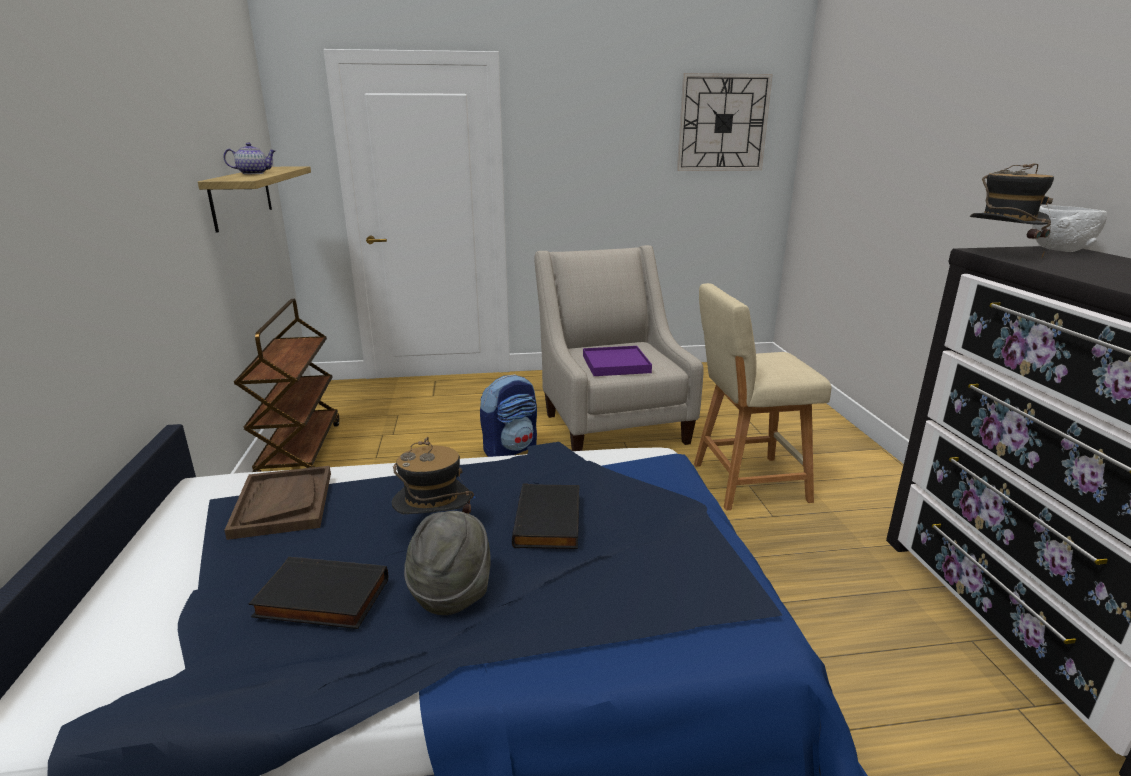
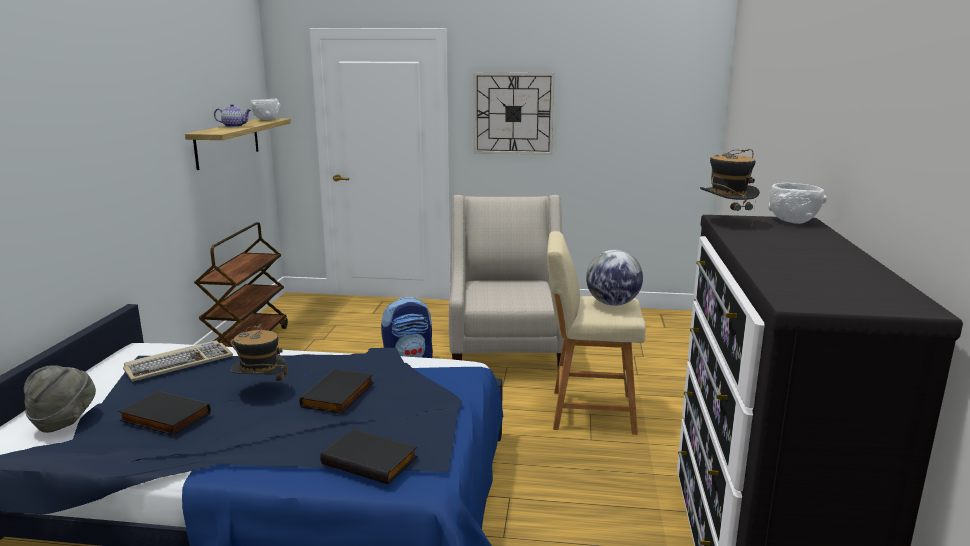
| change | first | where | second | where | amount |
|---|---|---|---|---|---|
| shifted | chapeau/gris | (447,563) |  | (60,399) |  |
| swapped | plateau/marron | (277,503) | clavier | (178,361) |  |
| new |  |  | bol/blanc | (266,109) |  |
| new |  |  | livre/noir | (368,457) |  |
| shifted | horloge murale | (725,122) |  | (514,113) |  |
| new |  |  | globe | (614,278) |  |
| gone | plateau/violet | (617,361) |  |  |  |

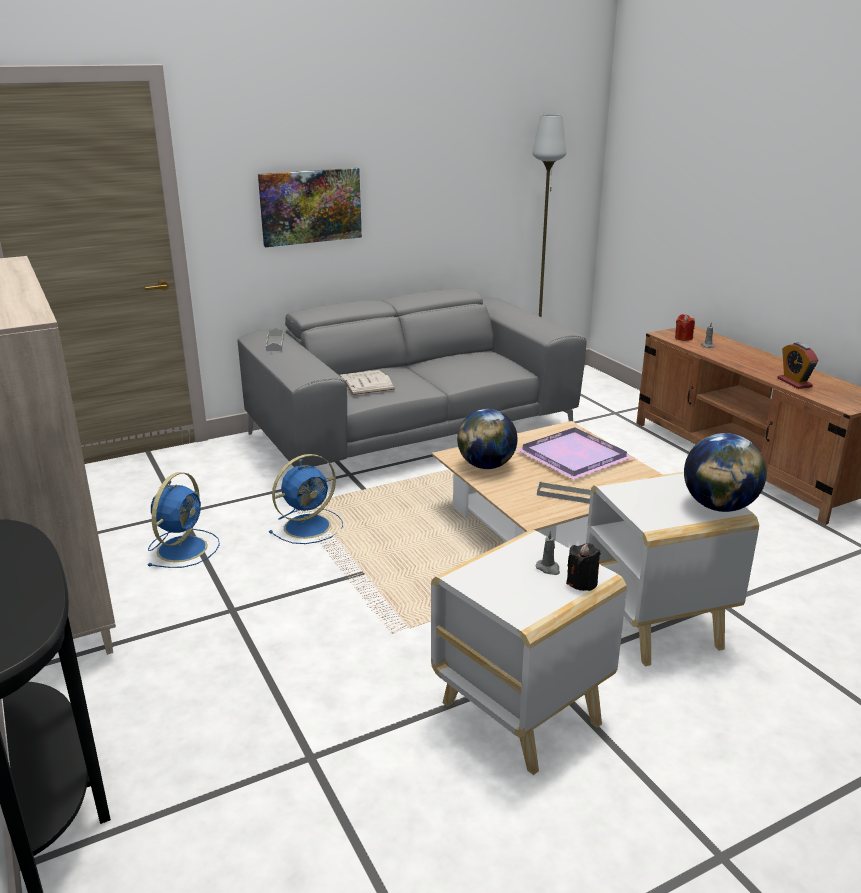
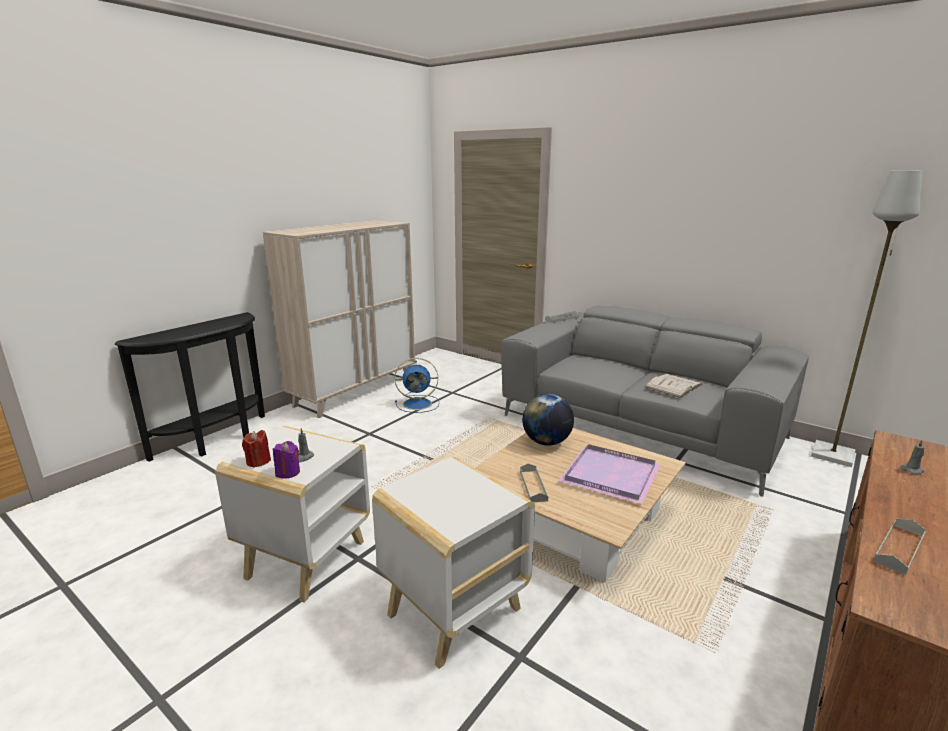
| change | first | where | second | where | amount |
|---|---|---|---|---|---|
| shifted | bougie/rouge | (685,327) |  | (256,449) |  |
| repainted | bougie/noir | (583,567) | bougie/violet | (286,460) |  |
| shifted | livre/blanc | (367,382) |  | (673,386) |  |
| swapped | réveil | (797,365) | plateau/gris | (899,547) |  |
| gone | tableau | (310,207) |  |  |  |
| gone | ventilateur/bleu | (306,499) |  |  |  |
| gone | globe | (725,472) |  |  |  |

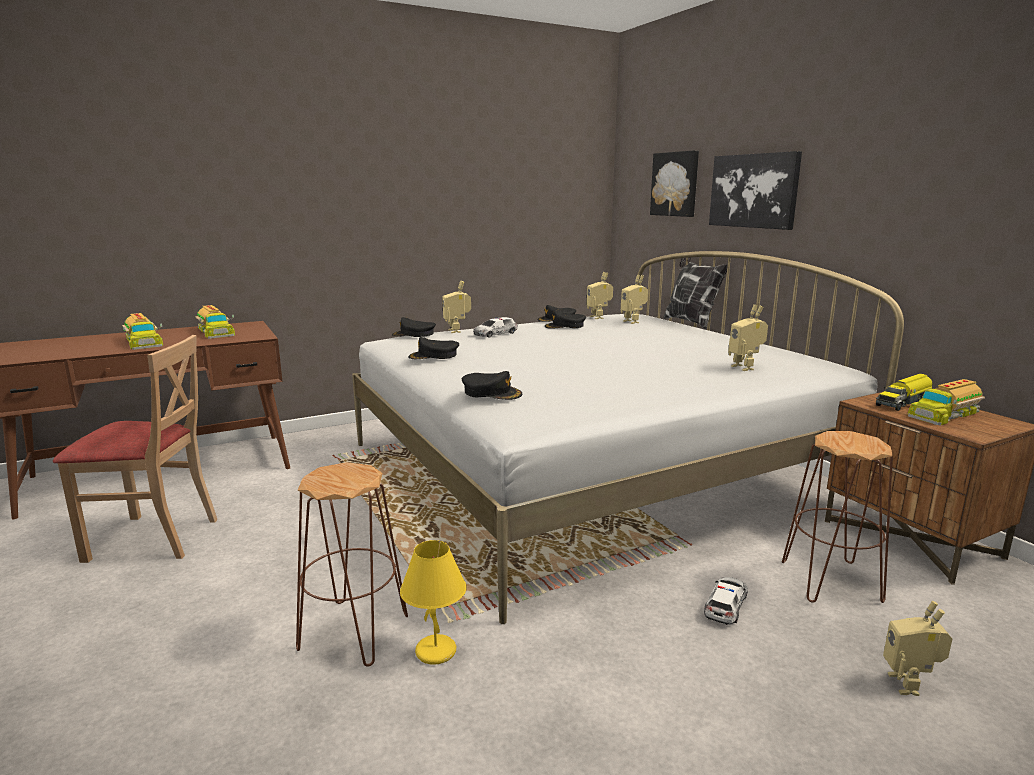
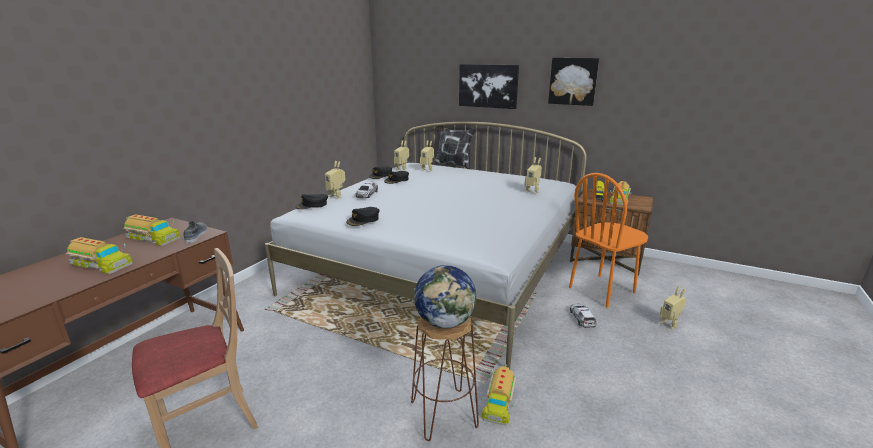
| change | first | where | second | where | amount |
|---|---|---|---|---|---|
| new |  |  | chaussure/gris | (195,232) |  |
| new |  |  | globe | (445,297) |  |
| swapped | lampe de table/jaune | (433,602) | camion jouet | (498,395) |  |
| shifted | tableau | (674,183) |  | (573,82) |  |
| swapped | tabouret/marron | (837,517) | chaise/orange | (608,240) |  |
| gone | casquette/noir | (492,385) |  |  |  |

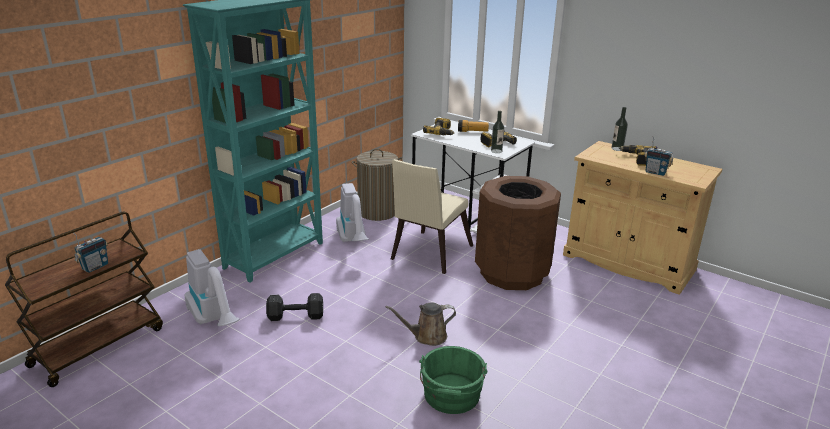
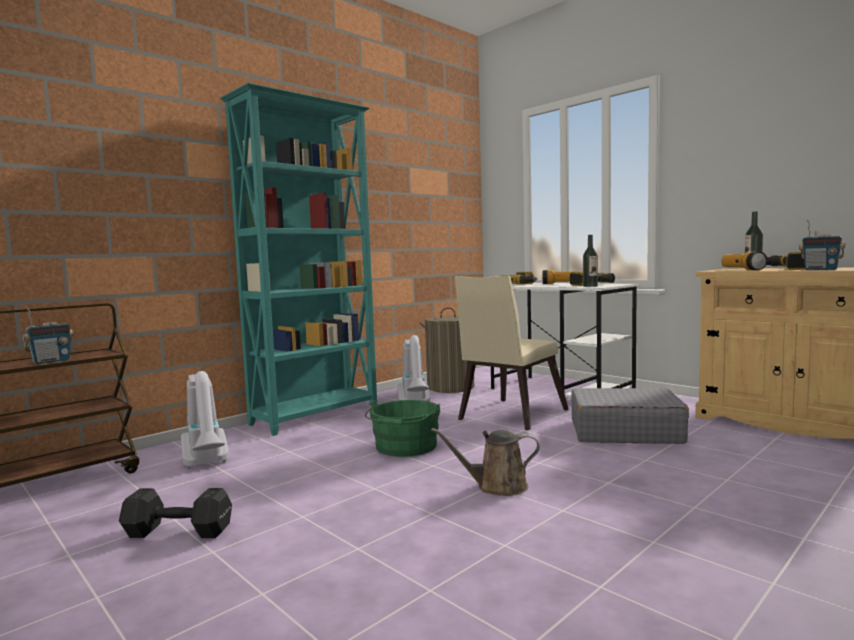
| change | first | where | second | where | amount |
|---|---|---|---|---|---|
| shifted | haltère/noir | (294,307) |  | (175,513) |  |
| shifted | seau/vert | (453,380) |  | (402,428) |  |
| swapped | poubelle/marron | (518,233) | valise/gris | (630,416) |  |
| new |  |  | lampe de poche | (744,261) |  |

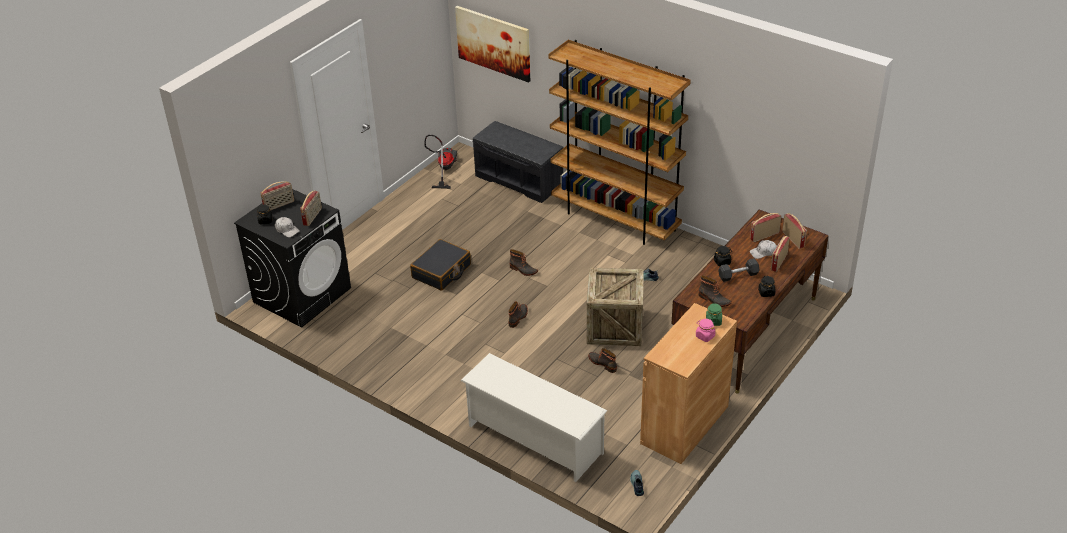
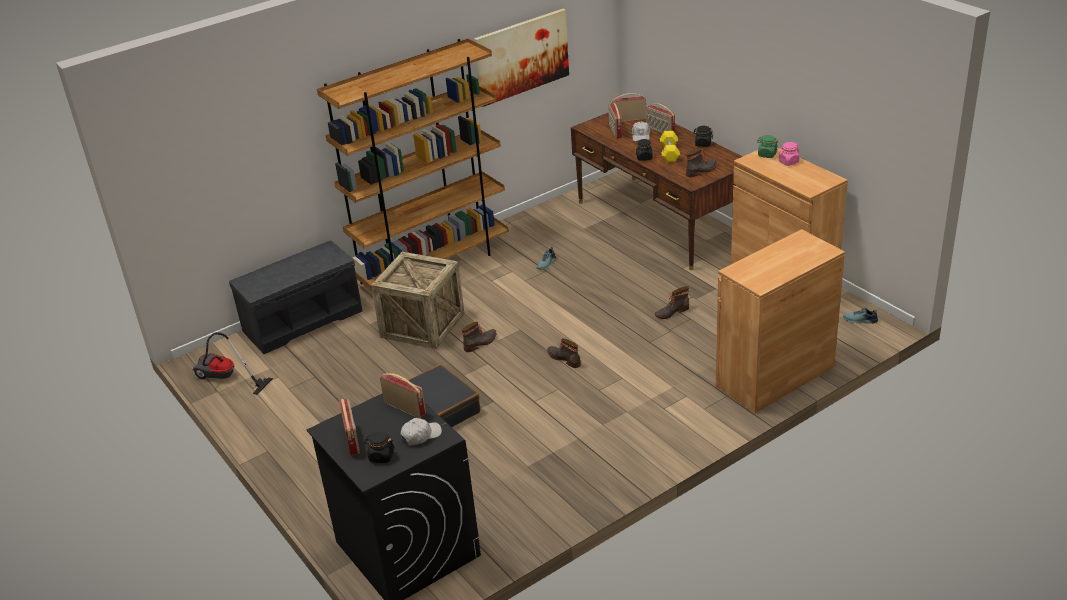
| change | first | where | second | where | amount |
|---|---|---|---|---|---|
| shifted | caisse | (615,307) |  | (418,300) |  |
| shifted | tableau | (492,44) |  | (521,58) |  |
| repainted | haltère/gris | (738,270) | haltère/jaune | (670,146) |  |
| swapped | étagère à chaussures/blanc | (533,417) | meuble de rangement/marron | (780,321) |  |

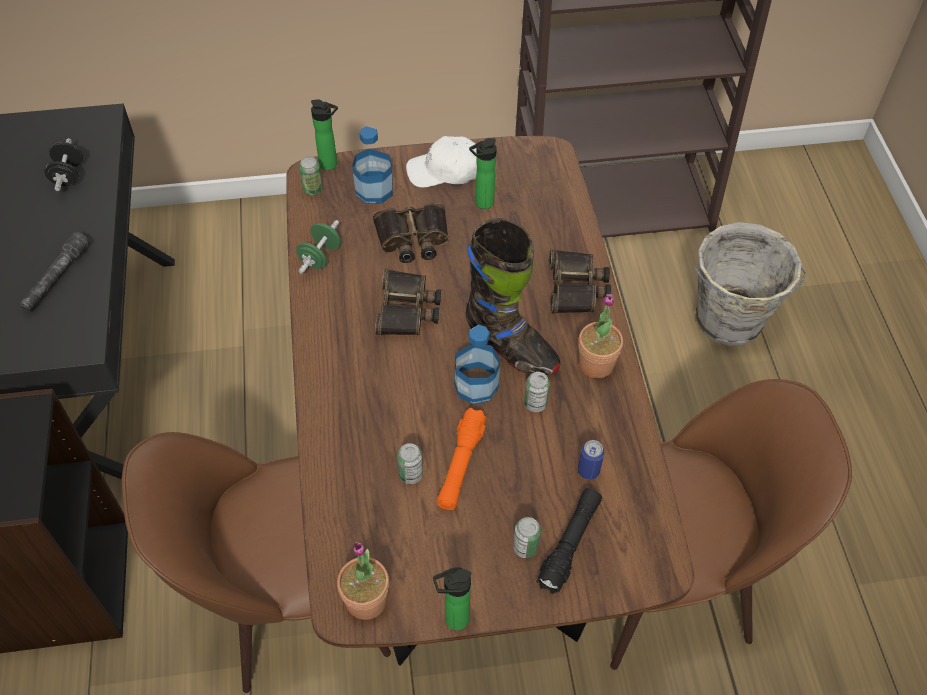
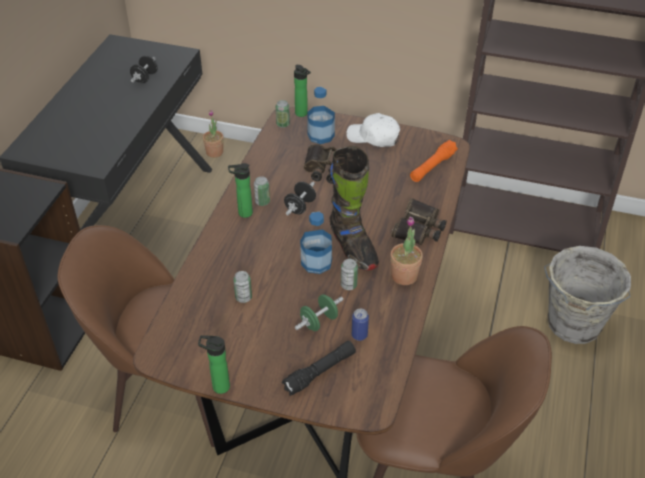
| change | first | where | second | where | amount |
|---|---|---|---|---|---|
| shifted | plante en pot | (363,581) |  | (213,134) |  |
| shifted | bouteille | (483,173) |  | (240,190) |  |
| shifted | boîte métallique | (527,537) |  | (262,191) |  |
| swapped | jumelles | (408,302) | haltère/noir | (300,198) |  |
| shifted | haltère/vert | (318,247) |  | (319,312) |  |
| shifted | lampe de poche/orange | (461,459) |  | (434,161) |  |
| gone | lampe de poche/gris | (54,272) |  |  |  |

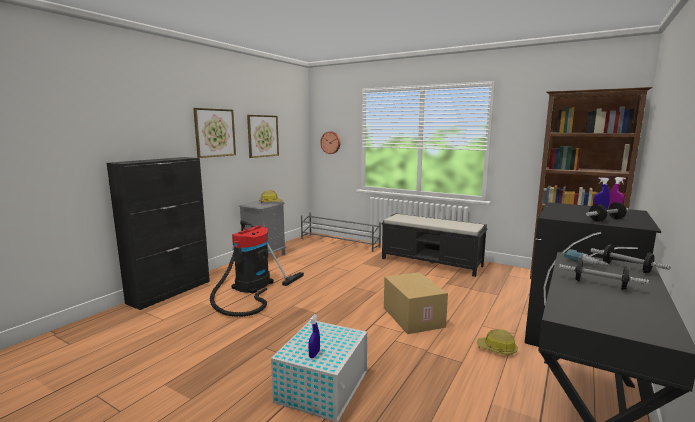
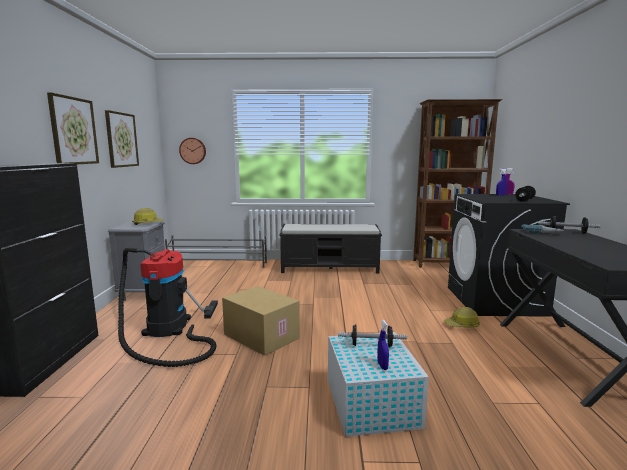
| change | first | where | second | where | amount |
|---|---|---|---|---|---|
| shifted | carton | (416,303) |  | (261,321) |  |
| shifted | haltère | (604,274) |  | (372,336) |  |

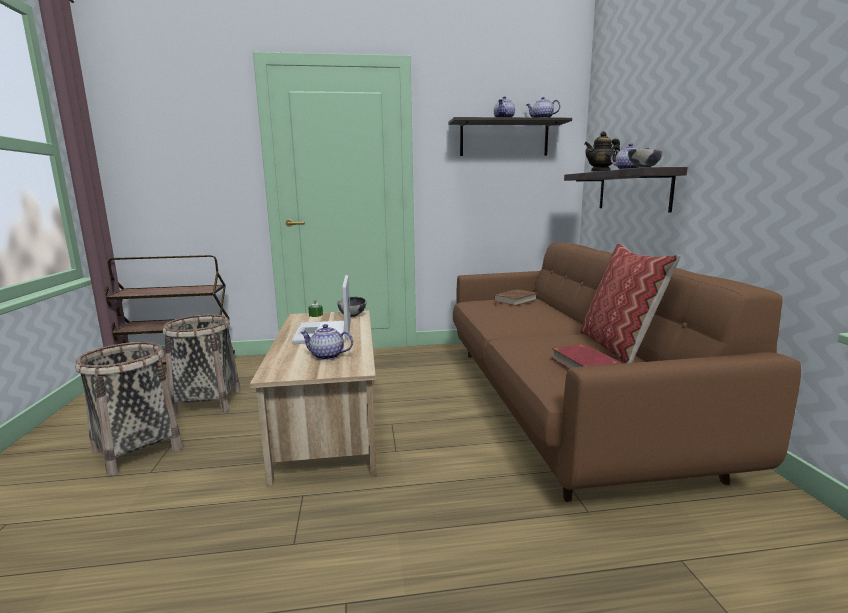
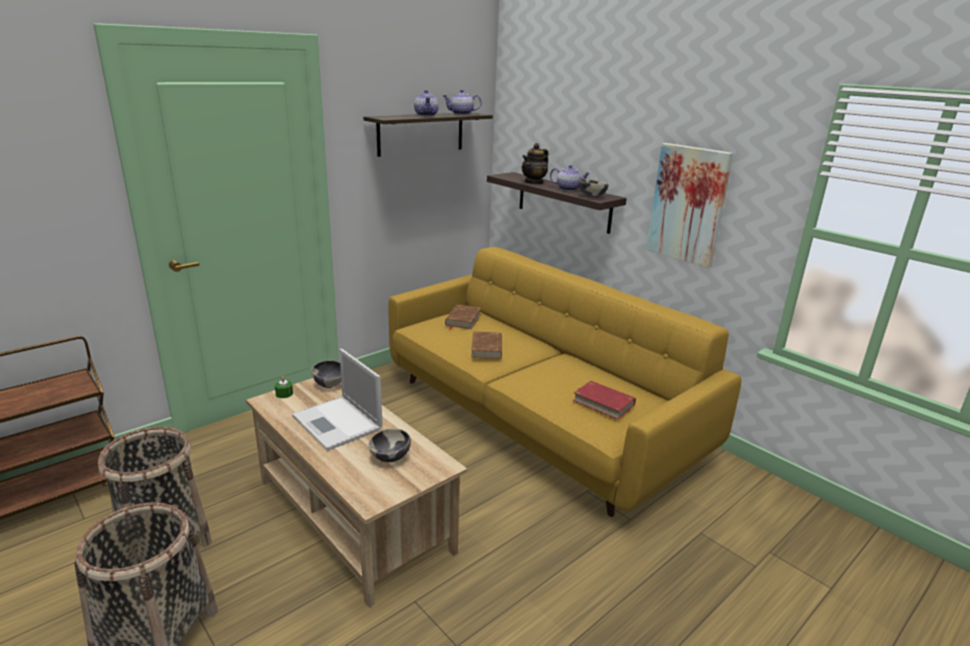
| change | first | where | second | where | amount |
|---|---|---|---|---|---|
| swapped | théière | (326,342) | bol | (389,445) |  |
| repainted | canapé/marron | (627,372) | canapé/jaune | (564,382) |  |
| new |  |  | livre/marron | (486,345) |  |
| new |  |  | tableau | (689,205) |  |
| gone | coussin | (630,303) |  |  |  |

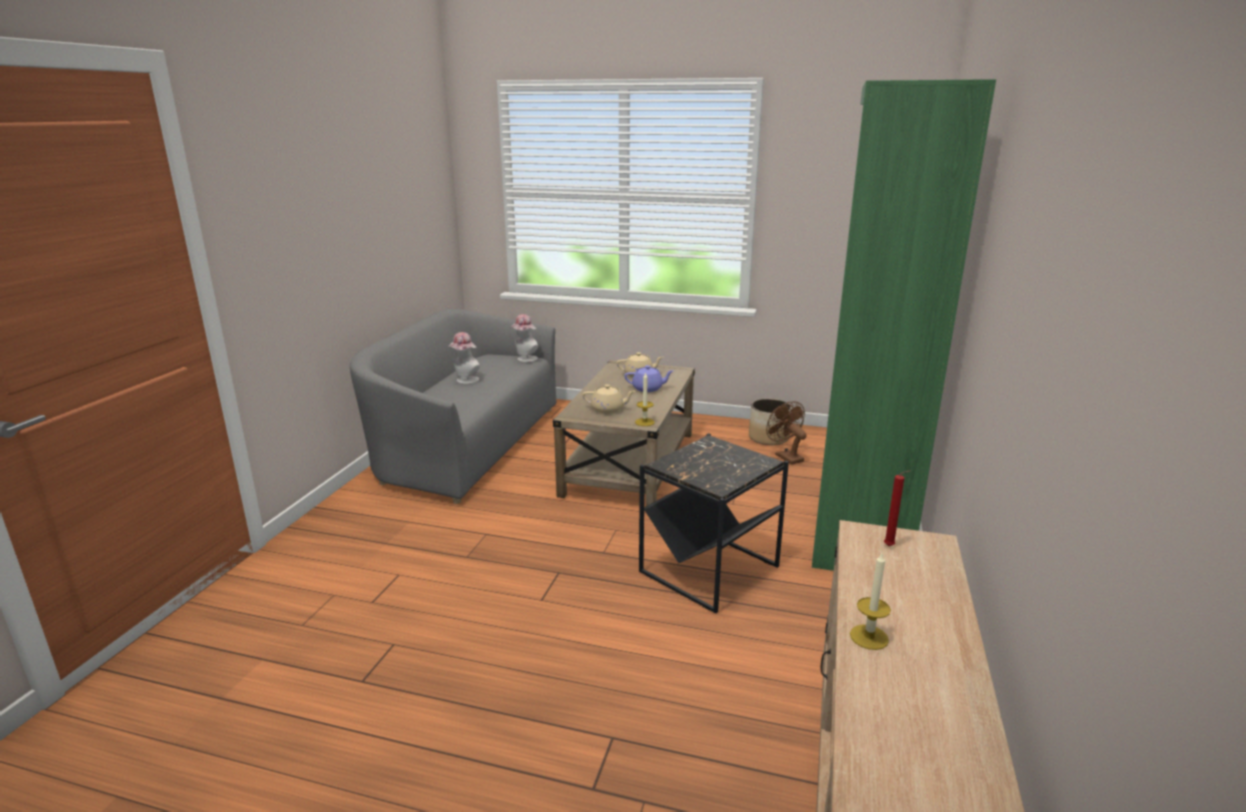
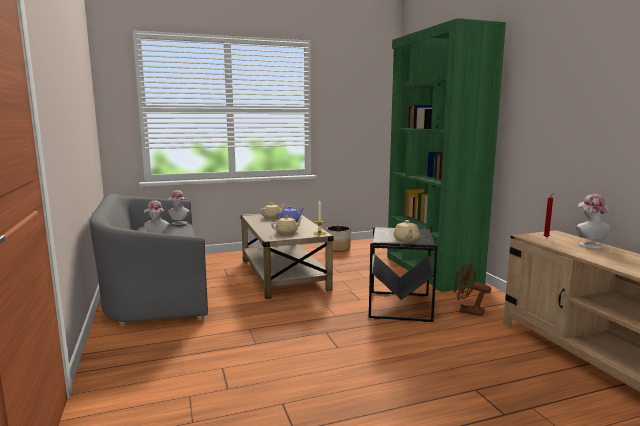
| change | first | where | second | where | amount |
|---|---|---|---|---|---|
| new |  |  | théière/beige | (407,231) |  |
| shifted | ventilateur/marron | (786,433) |  | (472,289) |  |
| new |  |  | chapeau | (593,221) |  |
| gone | bougie | (870,601) |  |  |  |

